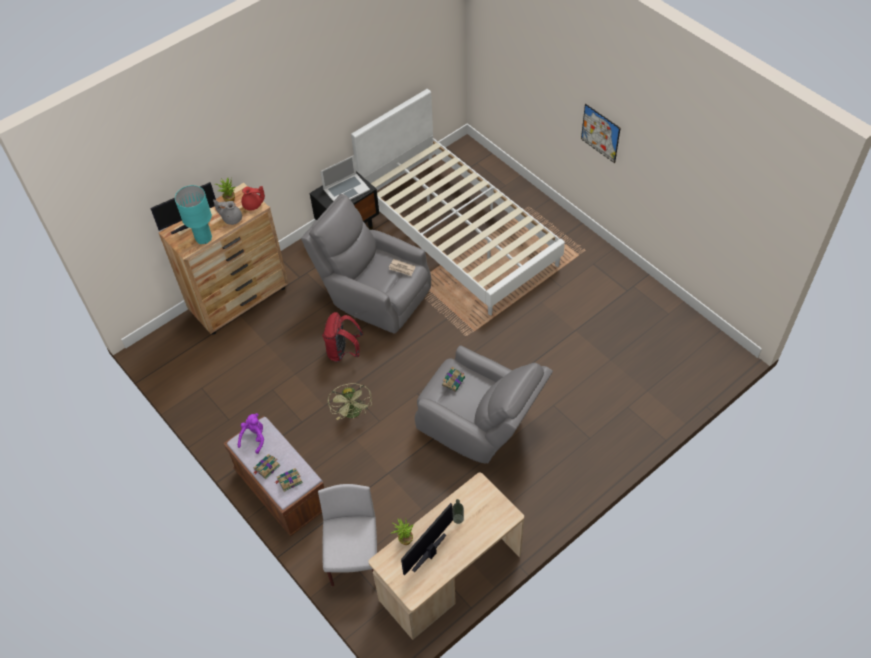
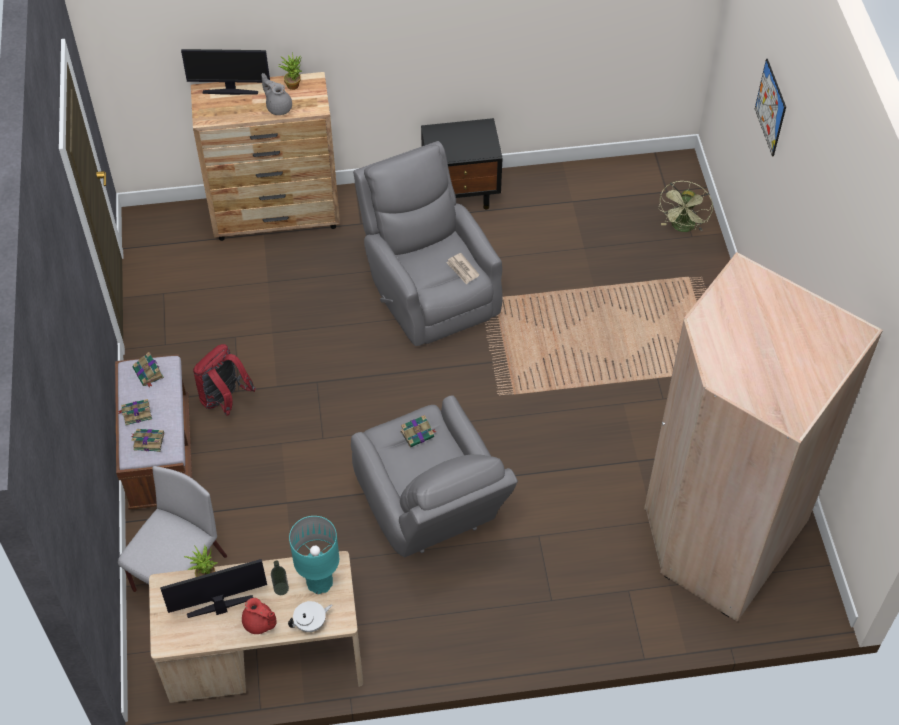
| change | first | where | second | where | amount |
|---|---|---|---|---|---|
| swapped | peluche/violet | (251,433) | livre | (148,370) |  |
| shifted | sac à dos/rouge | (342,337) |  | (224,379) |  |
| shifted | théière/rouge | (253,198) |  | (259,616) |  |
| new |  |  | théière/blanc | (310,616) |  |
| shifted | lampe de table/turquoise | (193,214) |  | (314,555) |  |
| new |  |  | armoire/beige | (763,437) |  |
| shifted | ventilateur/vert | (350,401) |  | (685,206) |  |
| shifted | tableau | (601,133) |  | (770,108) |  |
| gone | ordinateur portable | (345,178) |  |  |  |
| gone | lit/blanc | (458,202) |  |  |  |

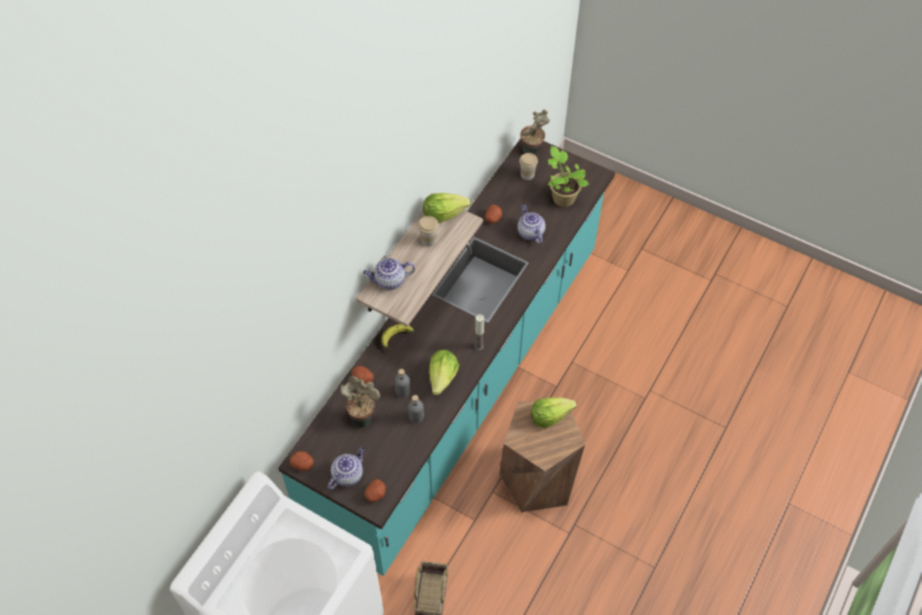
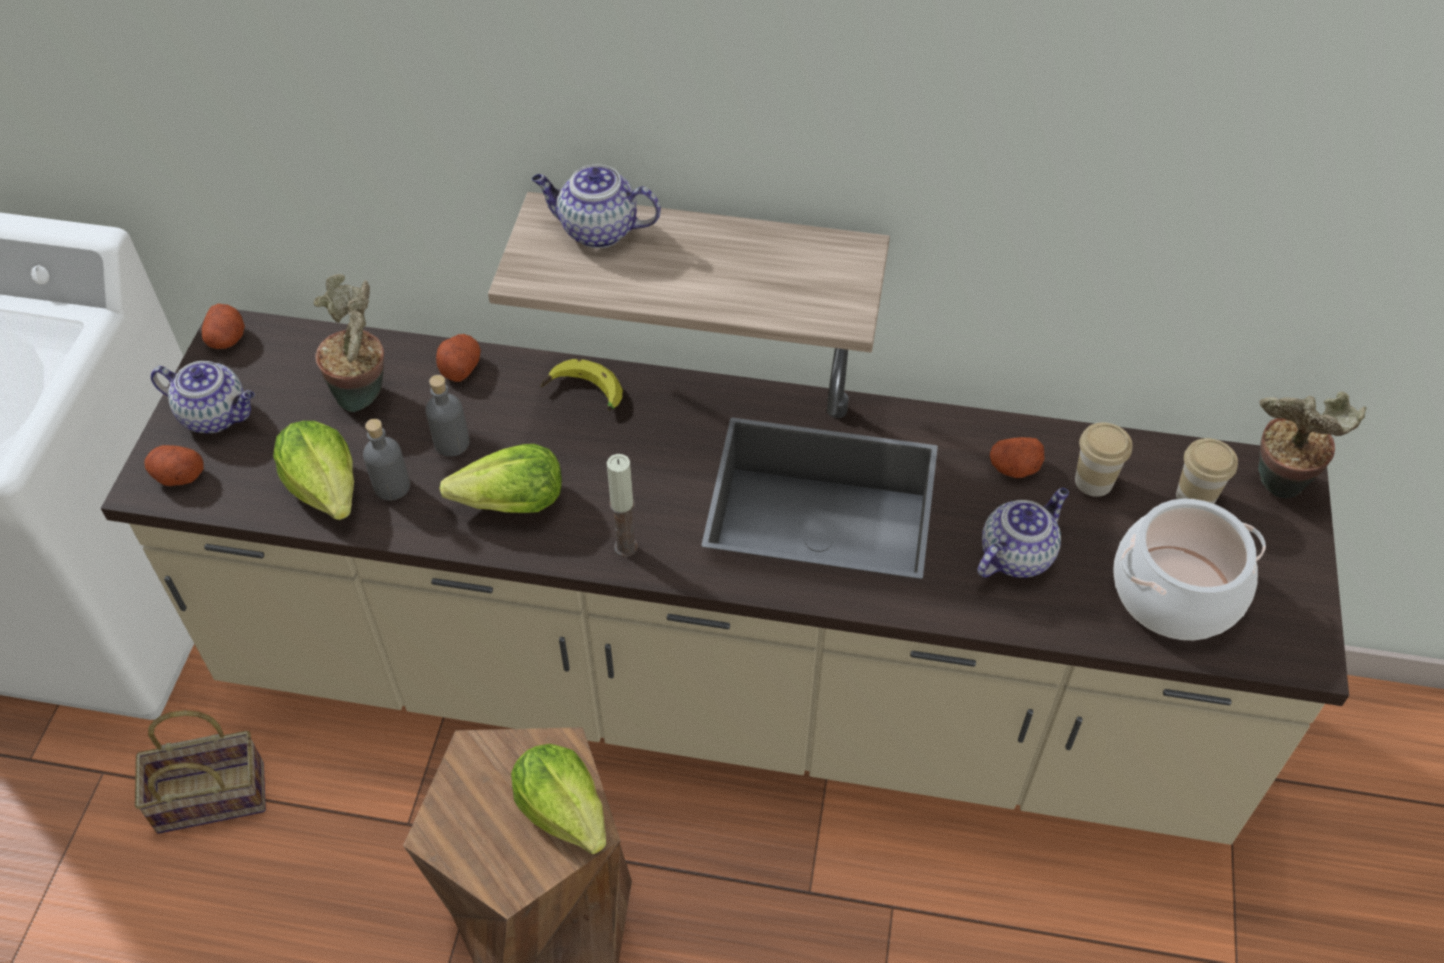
| change | first | where | second | where | amount |
|---|---|---|---|---|---|
| repainted | comptoir de cuisine/turquoise | (446,357) | comptoir de cuisine/beige | (724,577) |  |
| shifted | laitue | (447,208) |  | (313,470) |  |
| rotated | théière | (389,274) |  | (596,206) | 45 degrees counterclockwise |
| shifted | tasse | (428,231) |  | (1103,460) |  |
| swapped | plante en pot | (568,176) | marmite | (1189,569) |  |

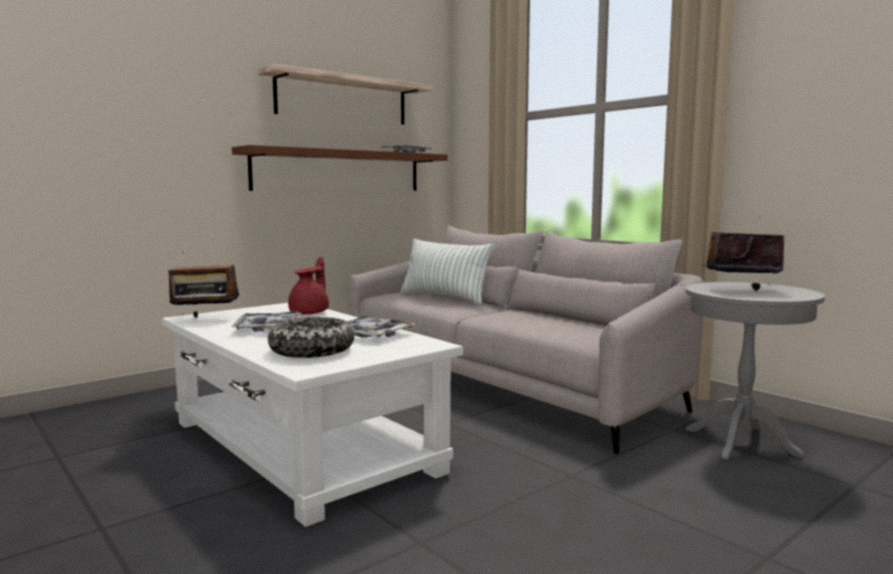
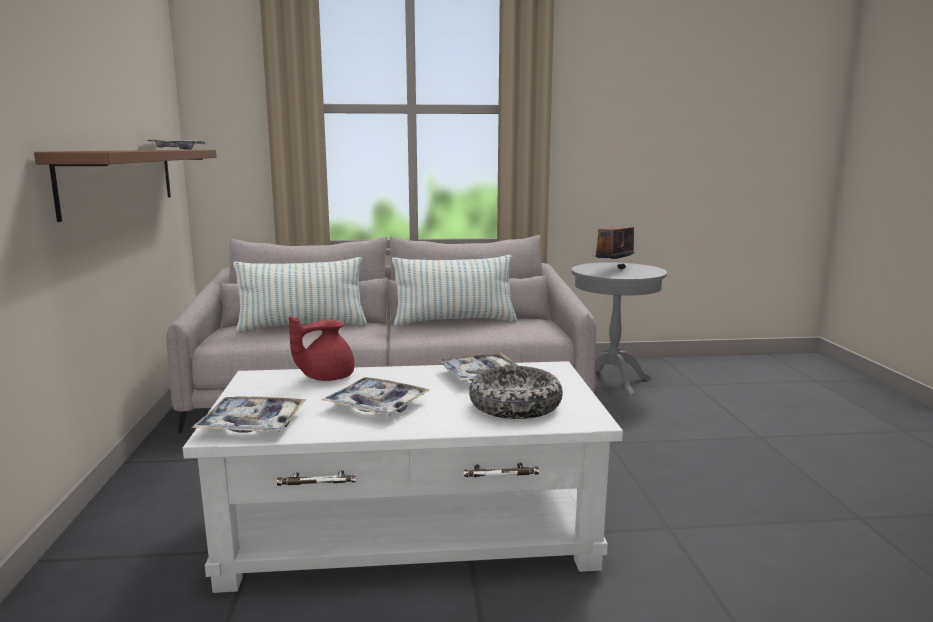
| change | first | where | second | where | amount |
|---|---|---|---|---|---|
| swapped | radio | (203,285) | plateau | (249,414) |  |
| rotated | théière/rouge | (308,285) |  | (321,348) | 90 degrees counterclockwise |
| new |  |  | coussin | (454,290) |  |
| gone | étagère | (345,94) |  |  |  |

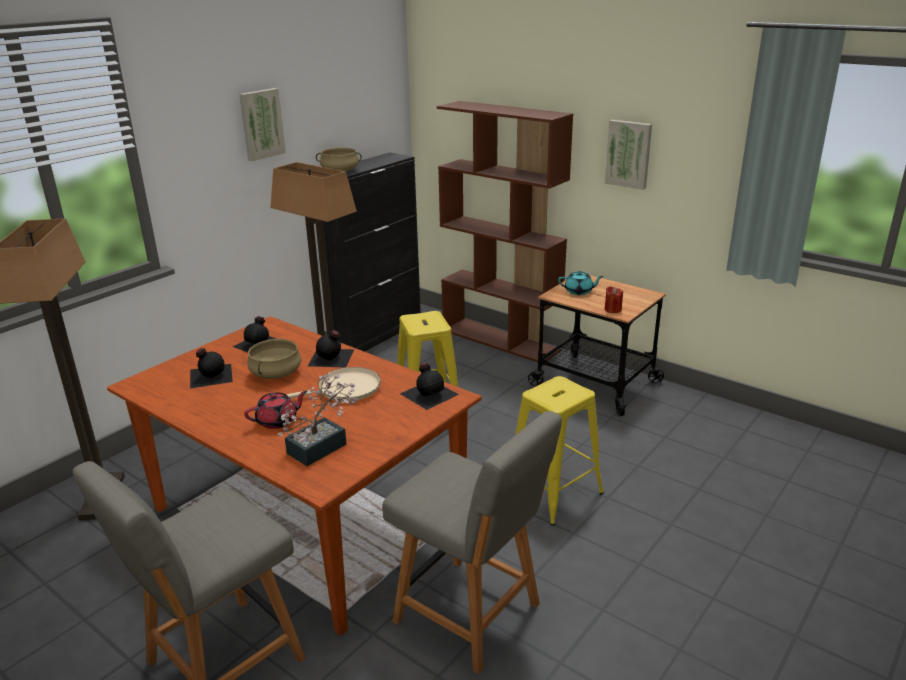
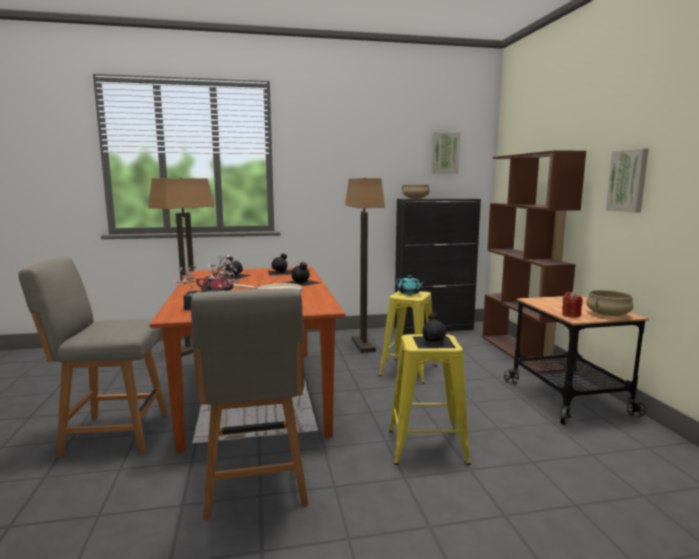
| change | first | where | second | where | amount |
|---|---|---|---|---|---|
| shifted | théière/turquoise | (581,283) |  | (410,285) |  |
| shifted | bouteille/noir | (429,386) |  | (434,331) |  |
| shifted | tableau | (262,124) |  | (446,153) |  |
| shifted | marmite/beige | (274,358) |  | (609,303) |  |

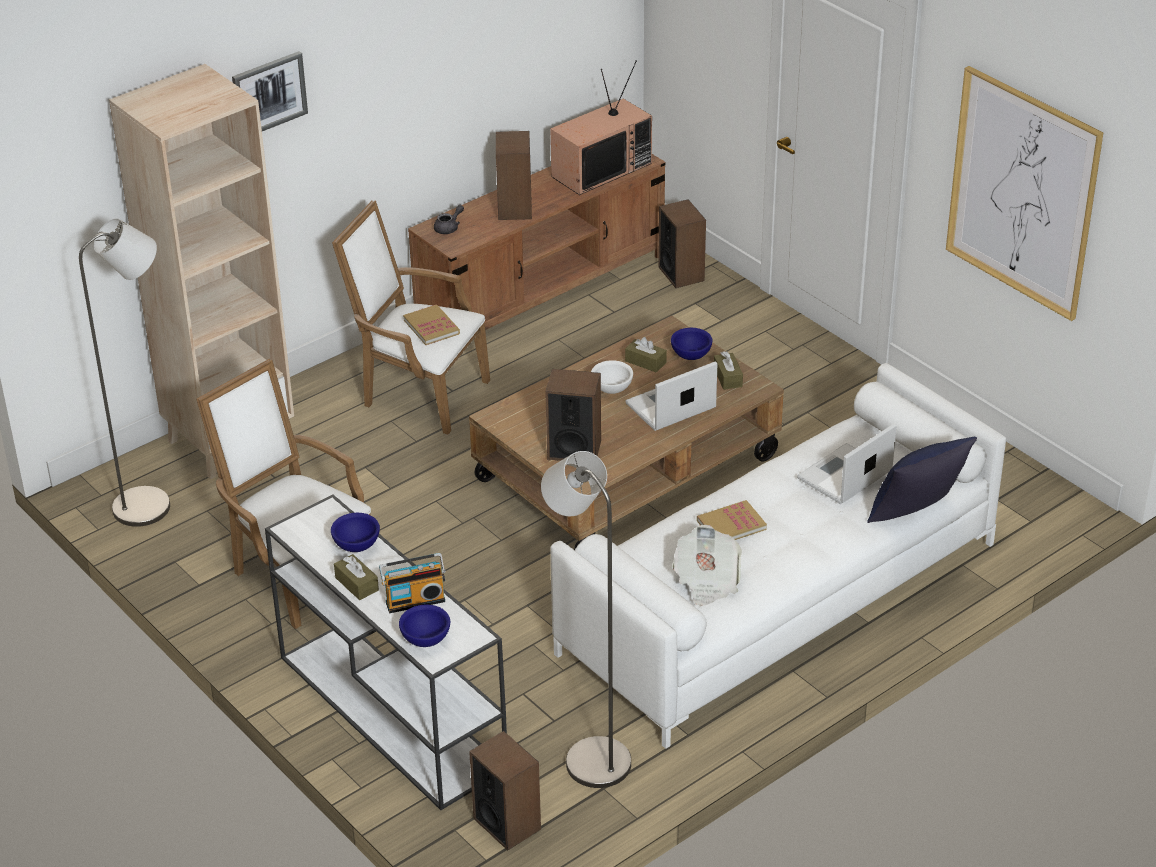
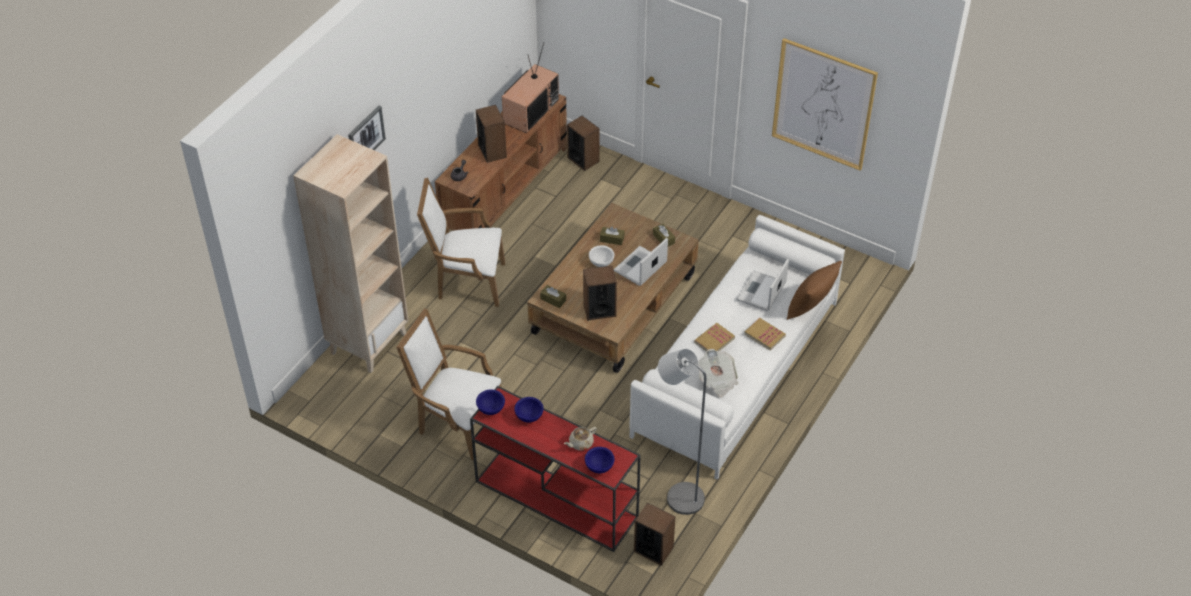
| change | first | where | second | where | amount |
|---|---|---|---|---|---|
| repainted | table console/blanc | (386,652) | table console/rouge | (555,469) |  |
| shifted | bol/bleu | (692,344) |  | (490,402) |  |
| shifted | boîte à mouchoirs/marron | (356,577) |  | (553,296) |  |
| swapped | radio | (412,583) | théière/beige | (580,439) |  |
| shifted | livre | (431,324) |  | (765,334) |  |
| repainted | coussin/bleu | (922,480) | coussin/marron | (814,290) |  |
| gone | lampadaire/gris | (124,372) |  |  |  |

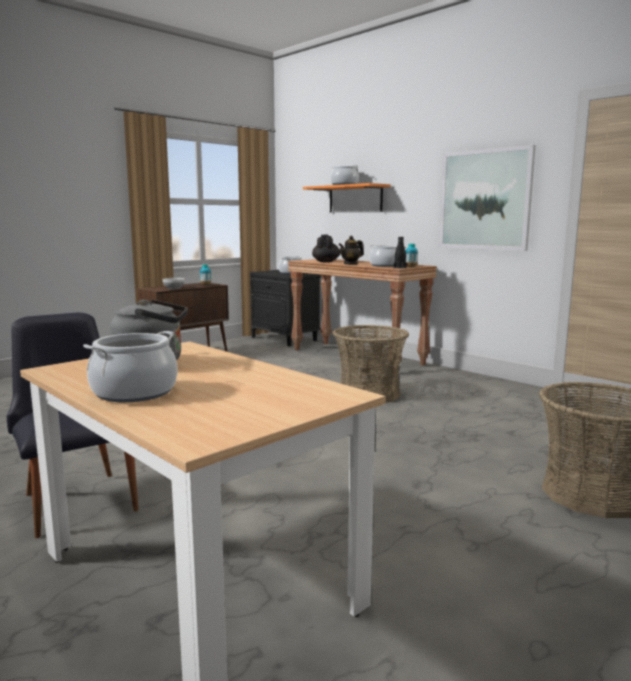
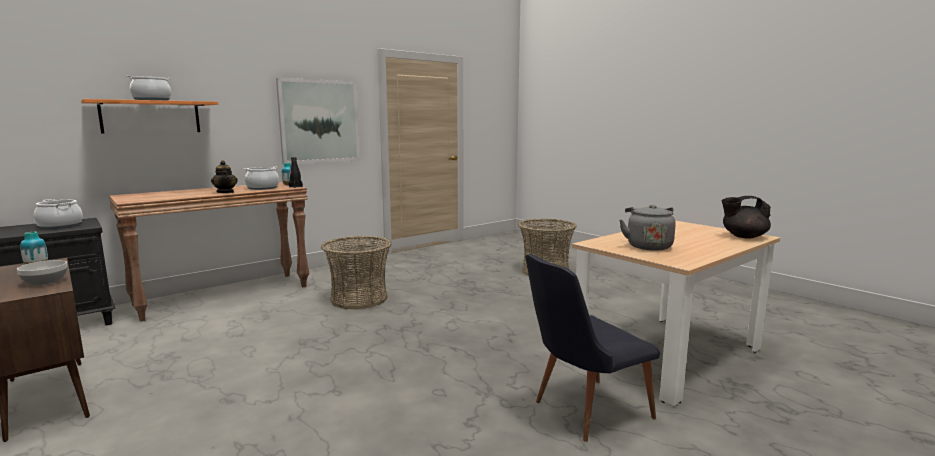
| change | first | where | second | where | amount |
|---|---|---|---|---|---|
| shifted | théière/noir | (326,248) |  | (746,217) |  |
| gone | marmite | (130,366) |  |  |  |

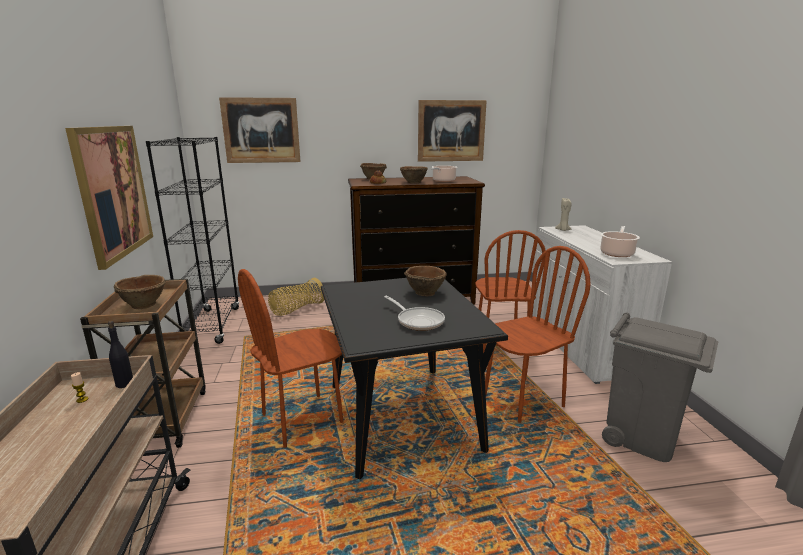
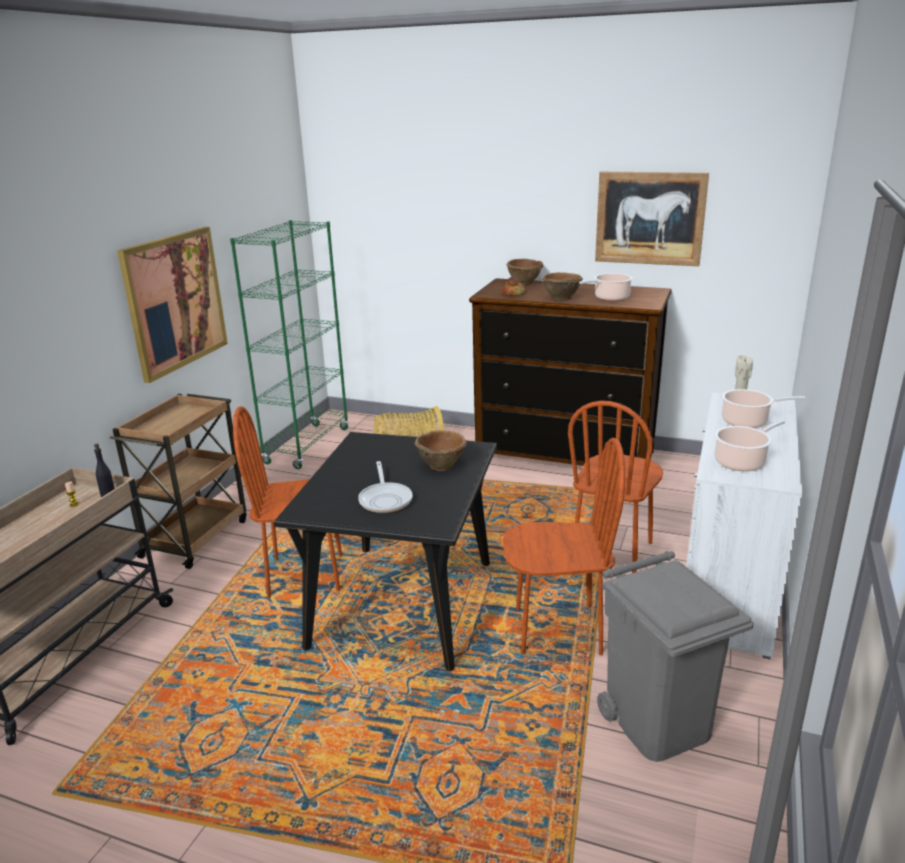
| change | first | where | second | where | amount |
|---|---|---|---|---|---|
| repainted | bibliothèque/noir | (193,240) | bibliothèque/vert | (289,344) |  |
| new |  |  | marmite | (764,408) |  |
| gone | bol/marron | (140,292) |  |  |  |
| gone | tableau | (260,130) |  |  |  |

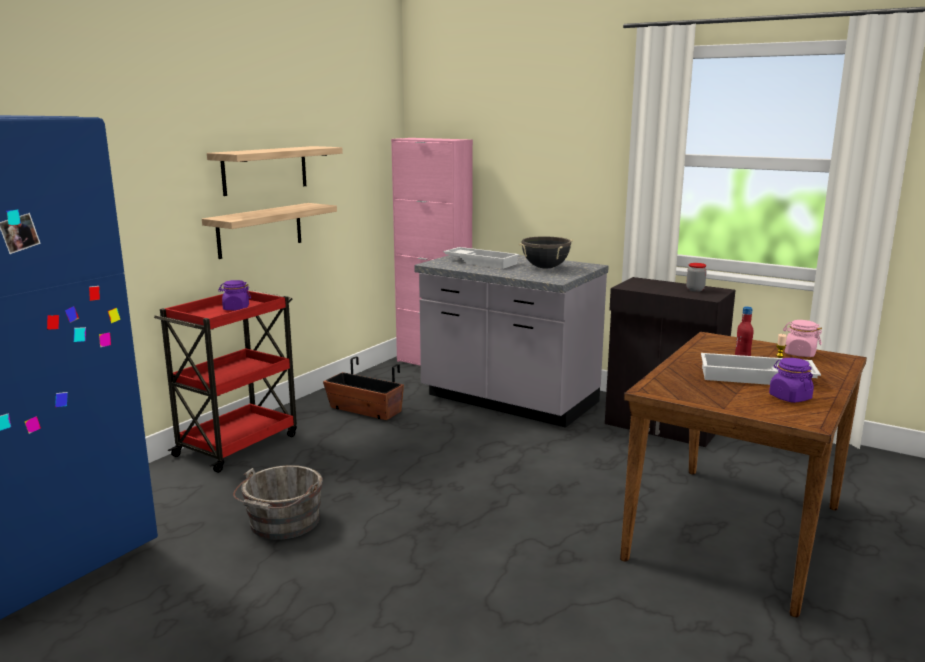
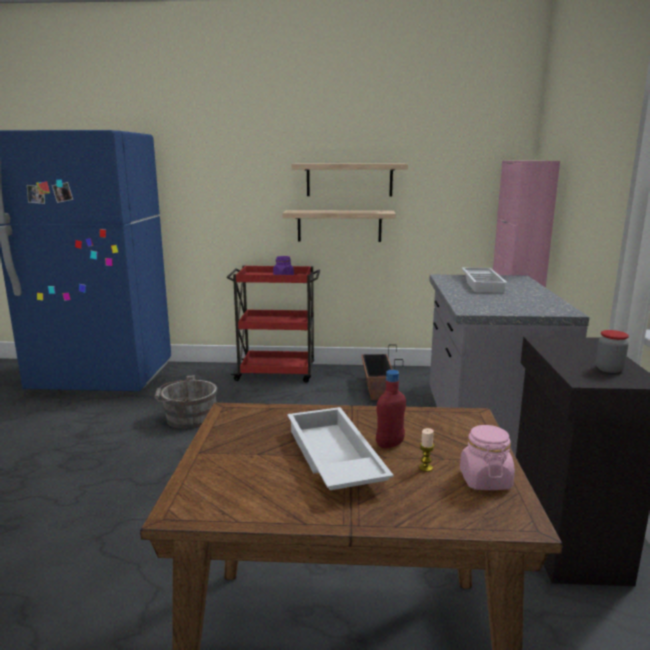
| change | first | where | second | where | amount |
|---|---|---|---|---|---|
| gone | marmite/noir | (546,252) |  |  |  |
| gone | bocal/violet | (791,380) |  |  |  |

